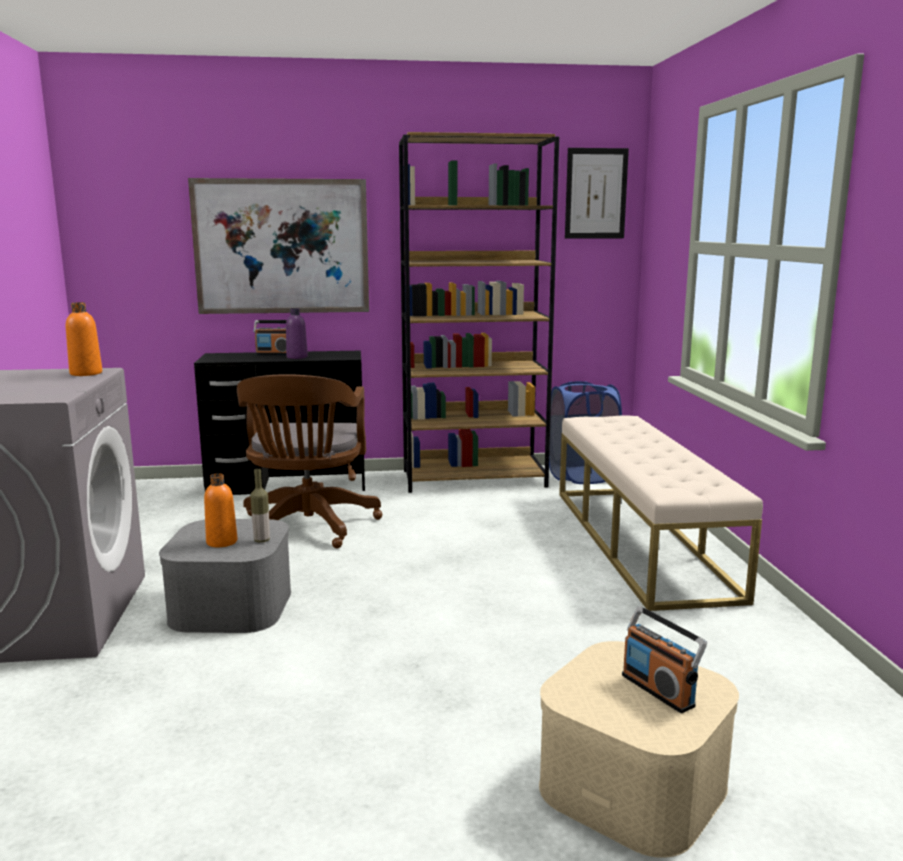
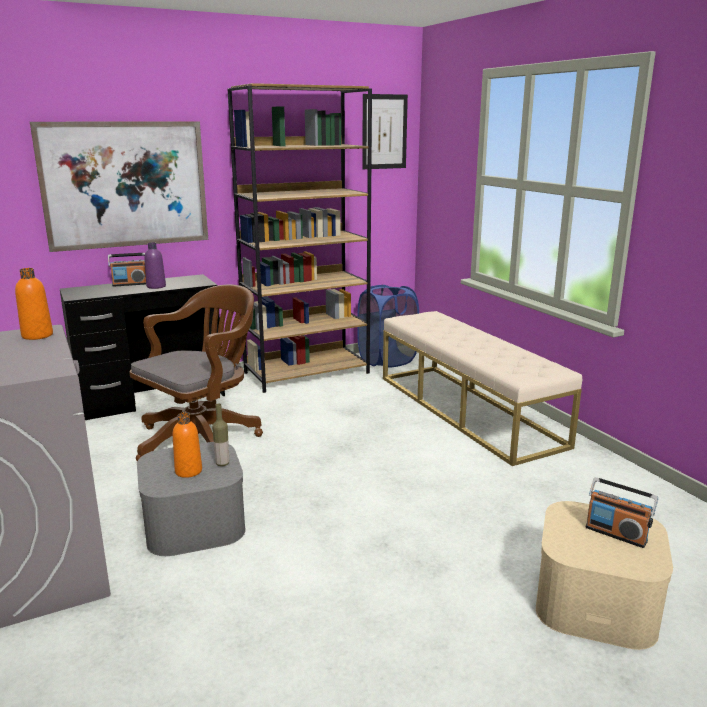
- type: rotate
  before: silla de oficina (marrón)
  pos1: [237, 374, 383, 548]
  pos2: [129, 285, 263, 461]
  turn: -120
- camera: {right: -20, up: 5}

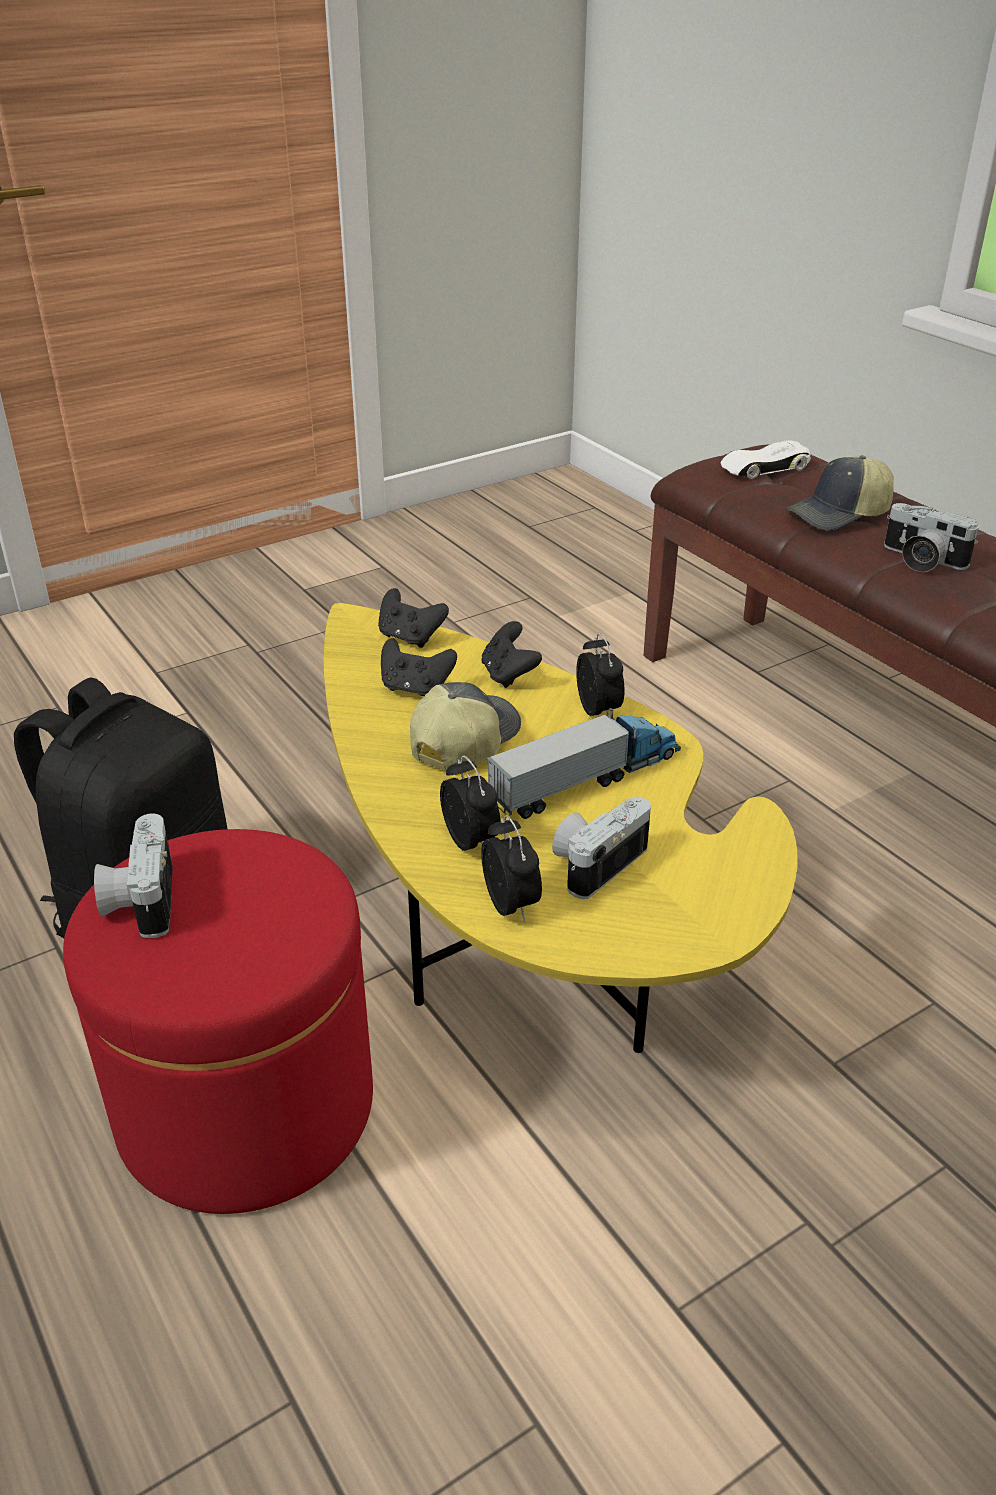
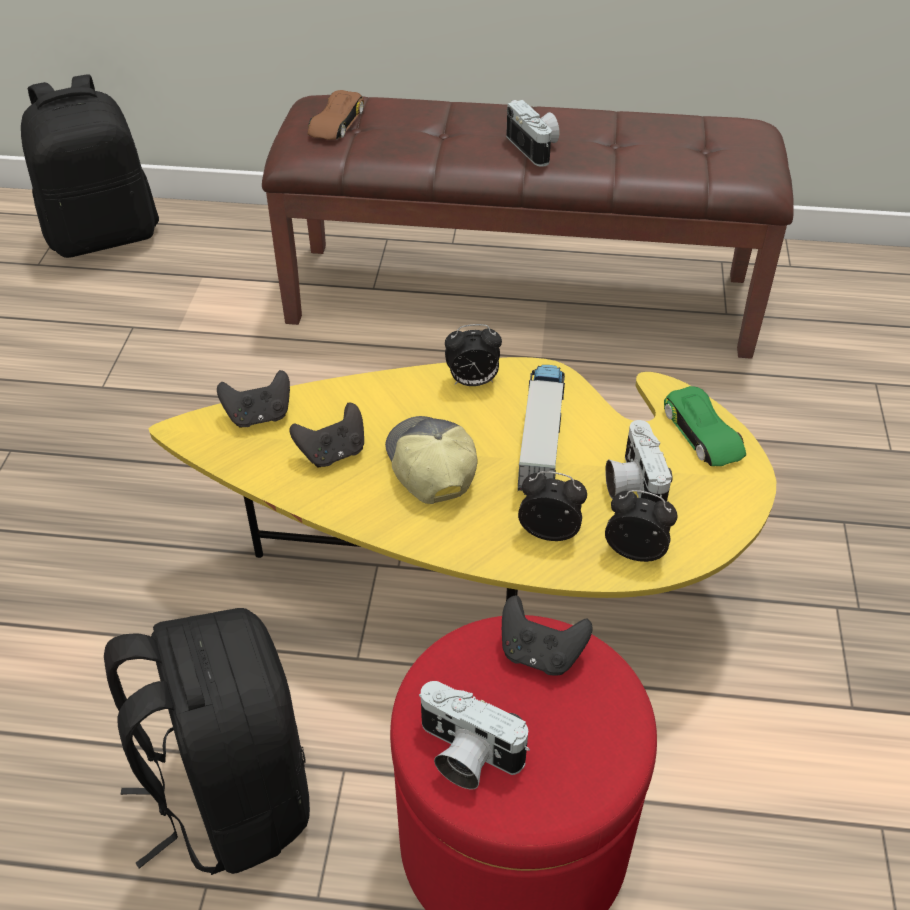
- type: move
  before: mando de consola (negro)
  pos1: [481, 621, 542, 688]
  pos2: [502, 595, 593, 675]
- type: rotate
  before: despertador
  pos1: [576, 633, 624, 717]
  pos2: [445, 324, 502, 386]
  turn: 150
- type: recolor
  before: coche de juguete (blanco)
  after: coche de juguete (marrón)
  pos1: [720, 440, 811, 479]
  pos2: [308, 90, 364, 140]
- type: delete
  before: gorra
  pos1: [785, 455, 894, 531]
- type: rotate
  before: cámara
  pos1: [884, 503, 979, 572]
  pos2: [506, 100, 559, 167]
  turn: -105
- type: insert
  after: mochila (negro)
  pos2: [21, 75, 159, 258]
- type: insert
  after: coche de juguete (verde)
  pos2: [664, 386, 746, 466]
- camera: {right: -50, up: 10}

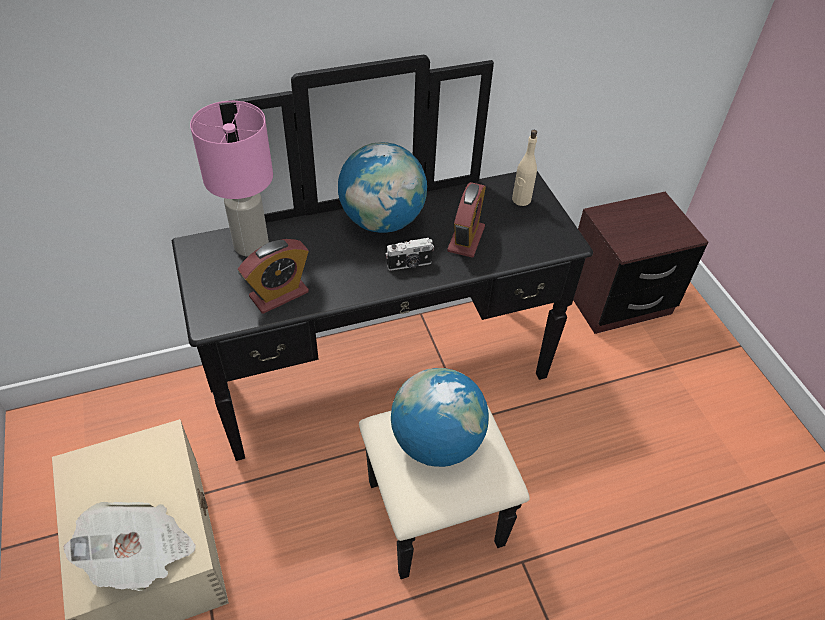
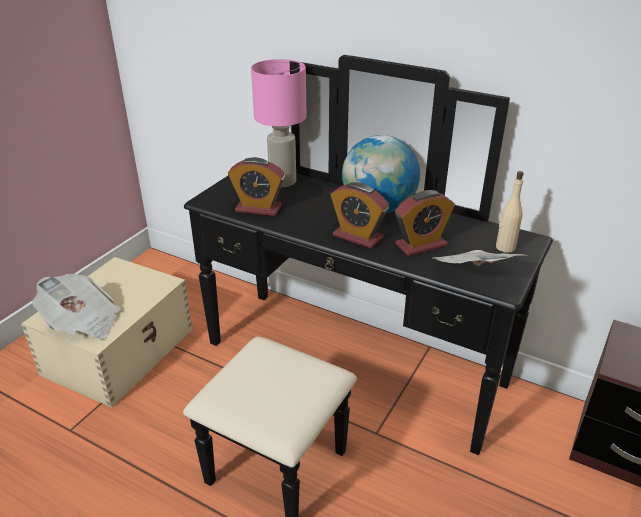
- type: replace
  before: cámara
  after: despertador
  pos1: [386, 238, 434, 271]
  pos2: [331, 182, 389, 248]
- type: delete
  before: globo terráqueo
  pos1: [391, 368, 489, 467]
- type: insert
  after: periódico
  pos2: [433, 250, 529, 266]
- camera: {right: 50, up: -15}

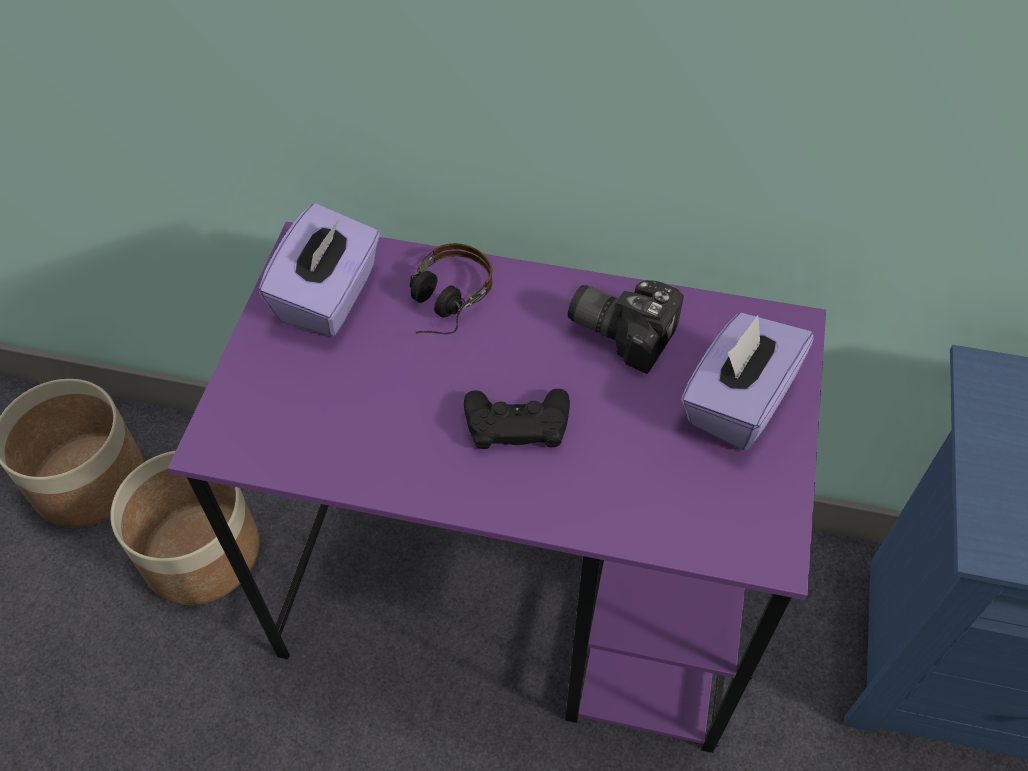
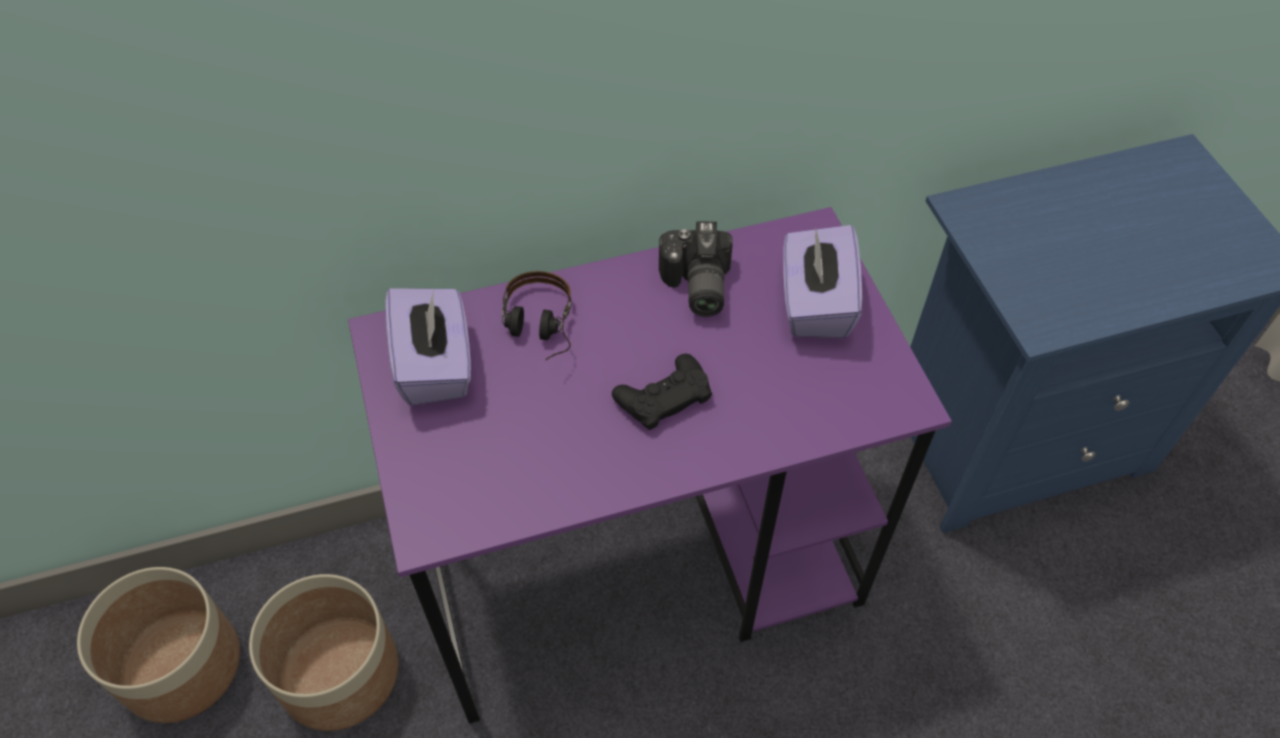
- type: rotate
  before: cámara
  pos1: [568, 280, 684, 374]
  pos2: [659, 221, 732, 317]
  turn: -90
- camera: {right: -30, up: 0}

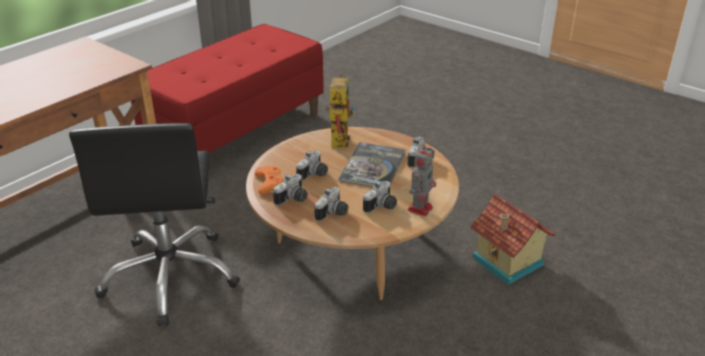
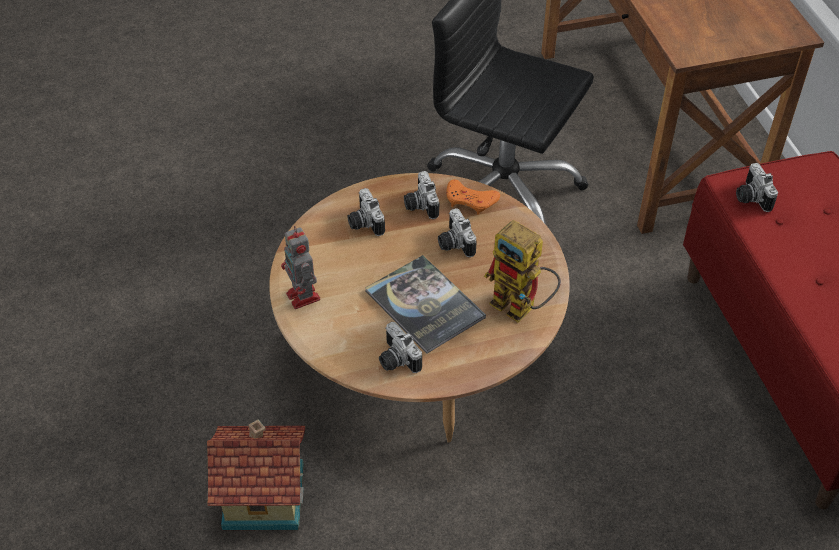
- type: move
  before: cámara
  pos1: [363, 181, 397, 213]
  pos2: [736, 163, 778, 212]
- camera: {right: 125, up: 15}

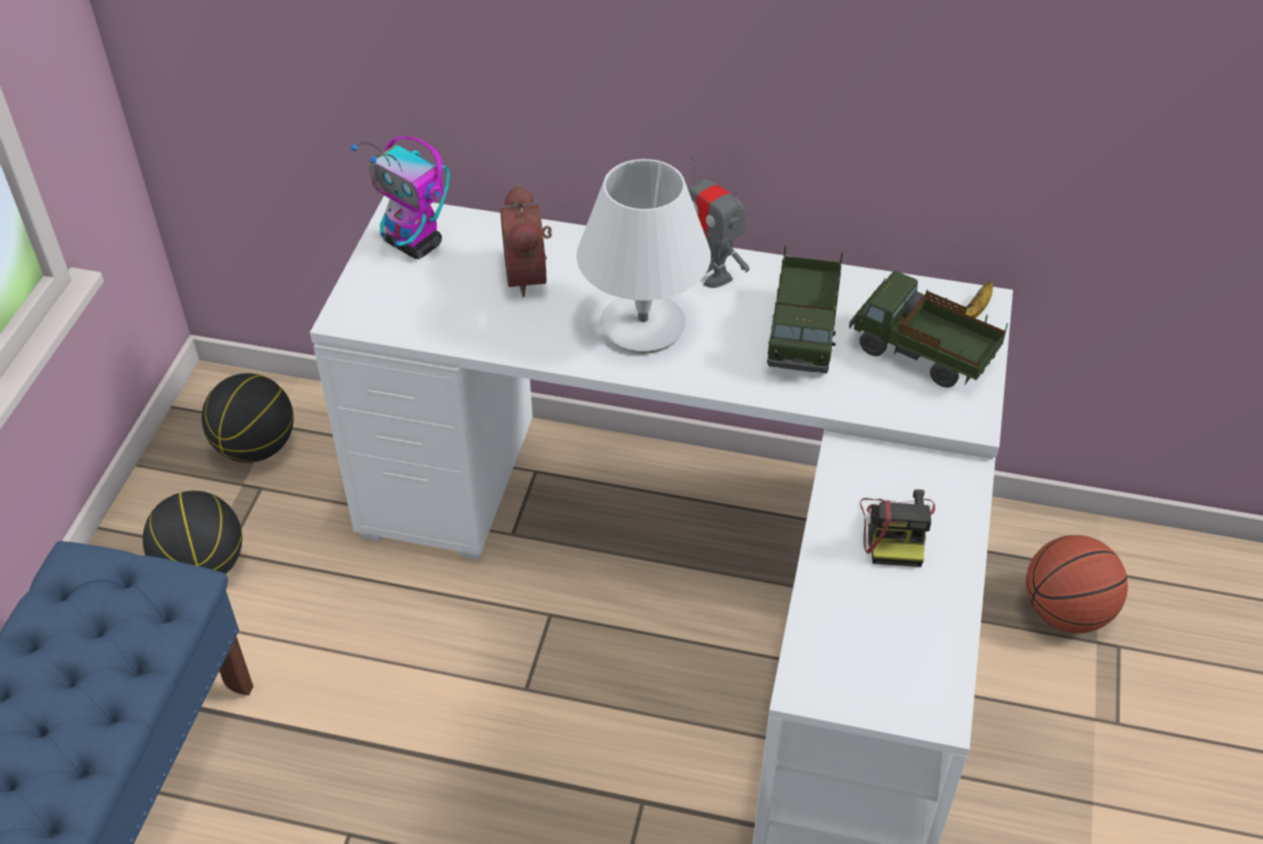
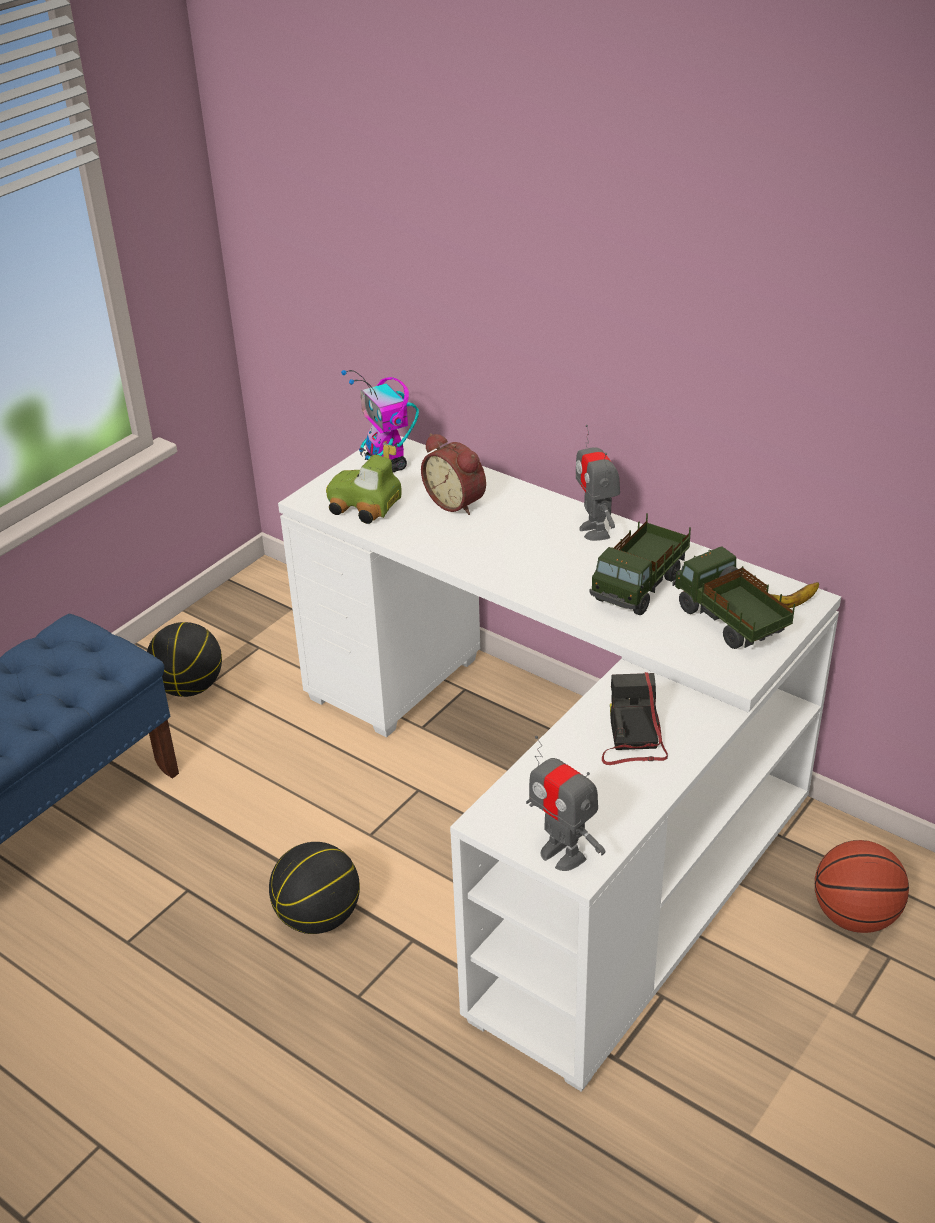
- type: move
  before: balón de baloncesto
  pos1: [202, 373, 294, 463]
  pos2: [269, 842, 360, 934]
- type: rotate
  before: despertador
  pos1: [500, 184, 552, 297]
  pos2: [421, 433, 486, 515]
  turn: -60
- type: delete
  before: lámpara de mesa (blanco)
  pos1: [576, 159, 711, 354]
- type: rotate
  before: cámara
  pos1: [860, 489, 935, 567]
  pos2: [602, 672, 668, 765]
  turn: 150
- type: insert
  after: coche de juguete
  pos2: [326, 444, 402, 524]
- type: insert
  after: robot de juguete
  pos2: [526, 736, 605, 871]
- camera: {right: 25, up: -10}

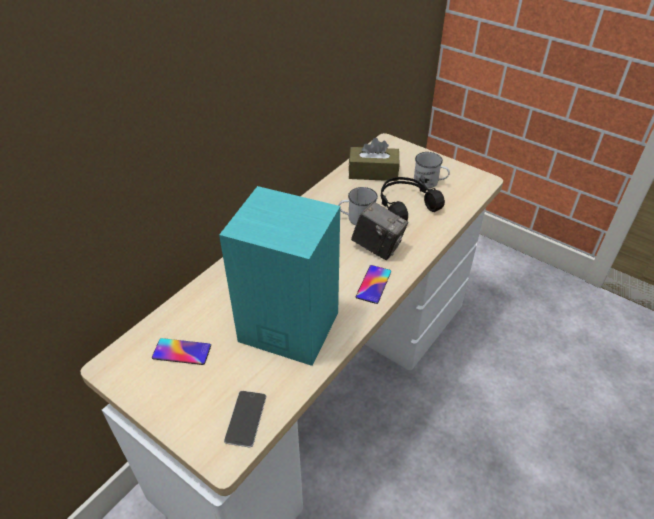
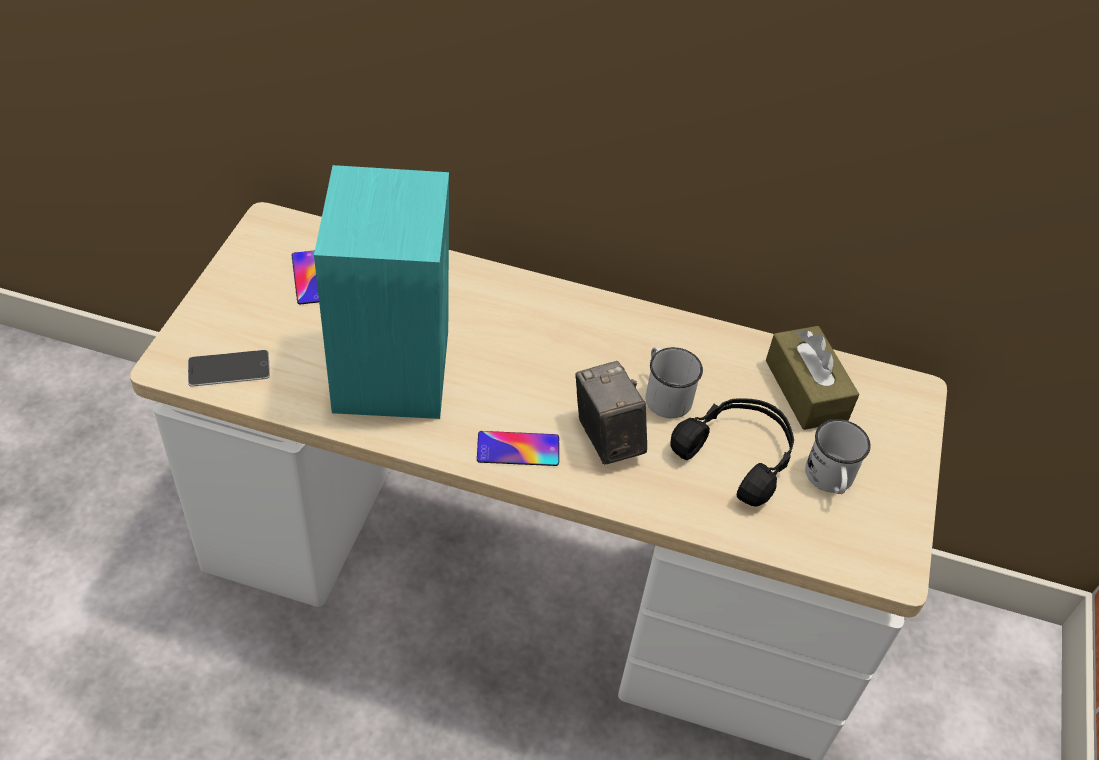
- type: rotate
  before: cámara
  pos1: [351, 201, 408, 260]
  pos2: [575, 361, 647, 465]
  turn: 150
- camera: {right: 65, up: 5}

